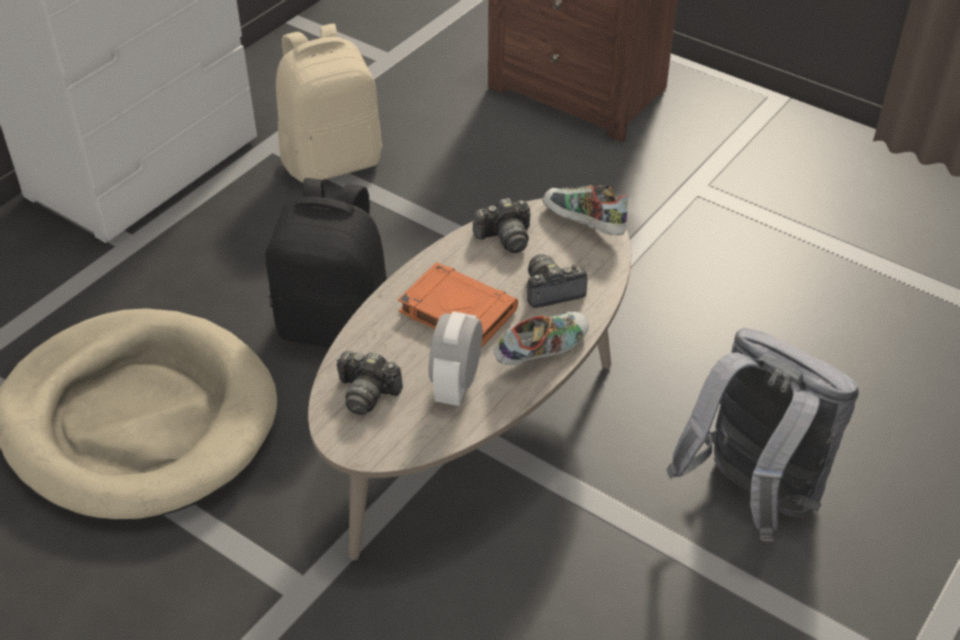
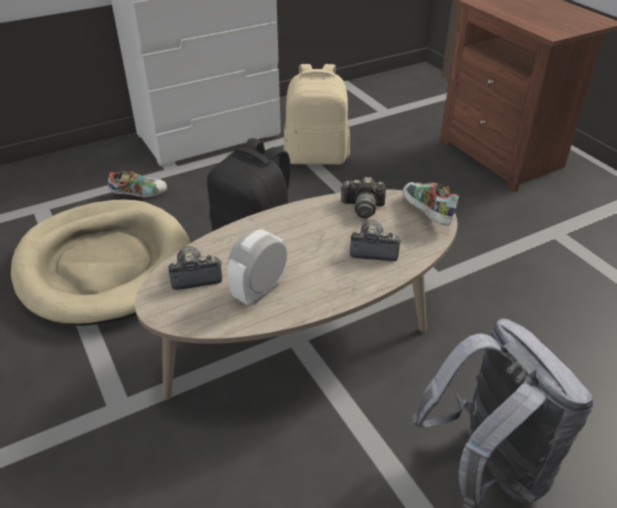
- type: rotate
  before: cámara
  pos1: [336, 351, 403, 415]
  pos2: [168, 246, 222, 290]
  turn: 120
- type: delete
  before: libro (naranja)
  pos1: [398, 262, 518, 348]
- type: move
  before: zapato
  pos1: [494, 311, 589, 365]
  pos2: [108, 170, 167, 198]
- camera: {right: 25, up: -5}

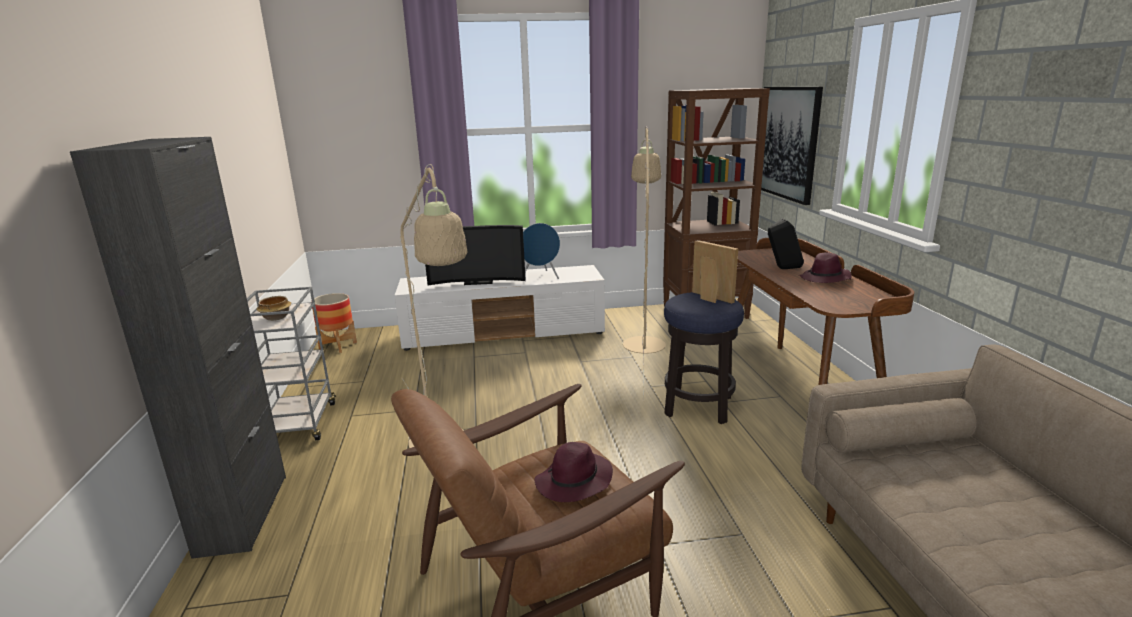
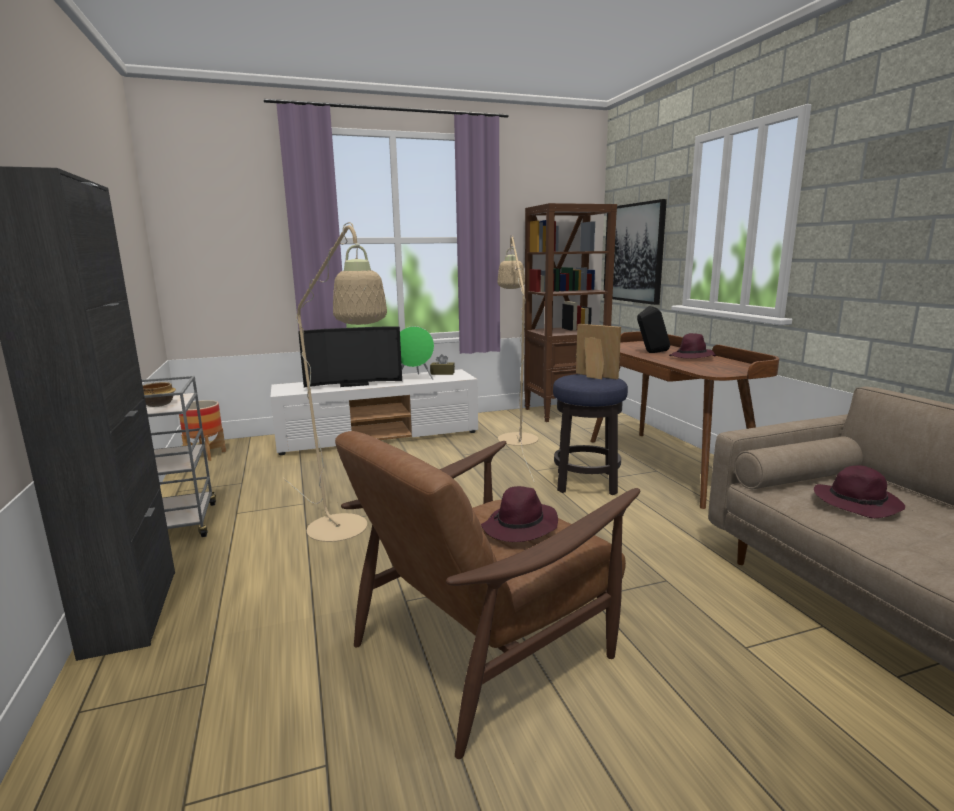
- type: recolor
  before: altavoz (azul)
  after: altavoz (verde)
  pos1: [523, 223, 560, 279]
  pos2: [400, 326, 434, 380]
- type: insert
  after: caja de pañuelos (marrón)
  pos2: [430, 354, 455, 375]
- type: insert
  after: sombrero (morado)
  pos2: [814, 465, 905, 518]
- camera: {right: -10, up: -5}

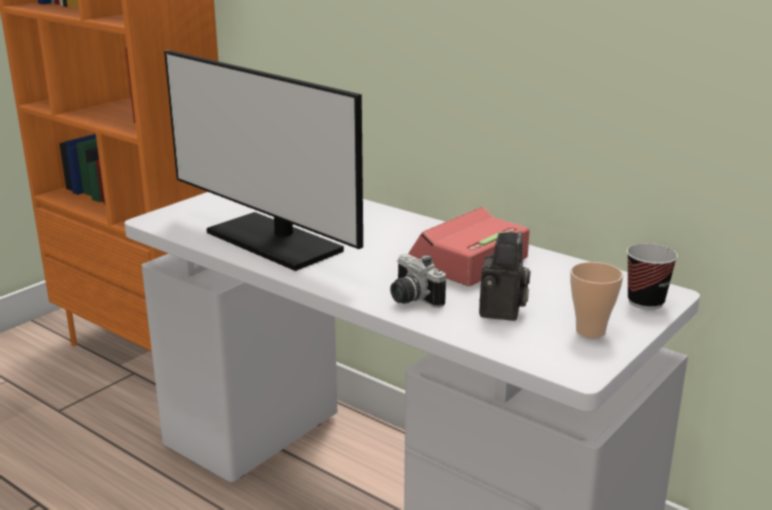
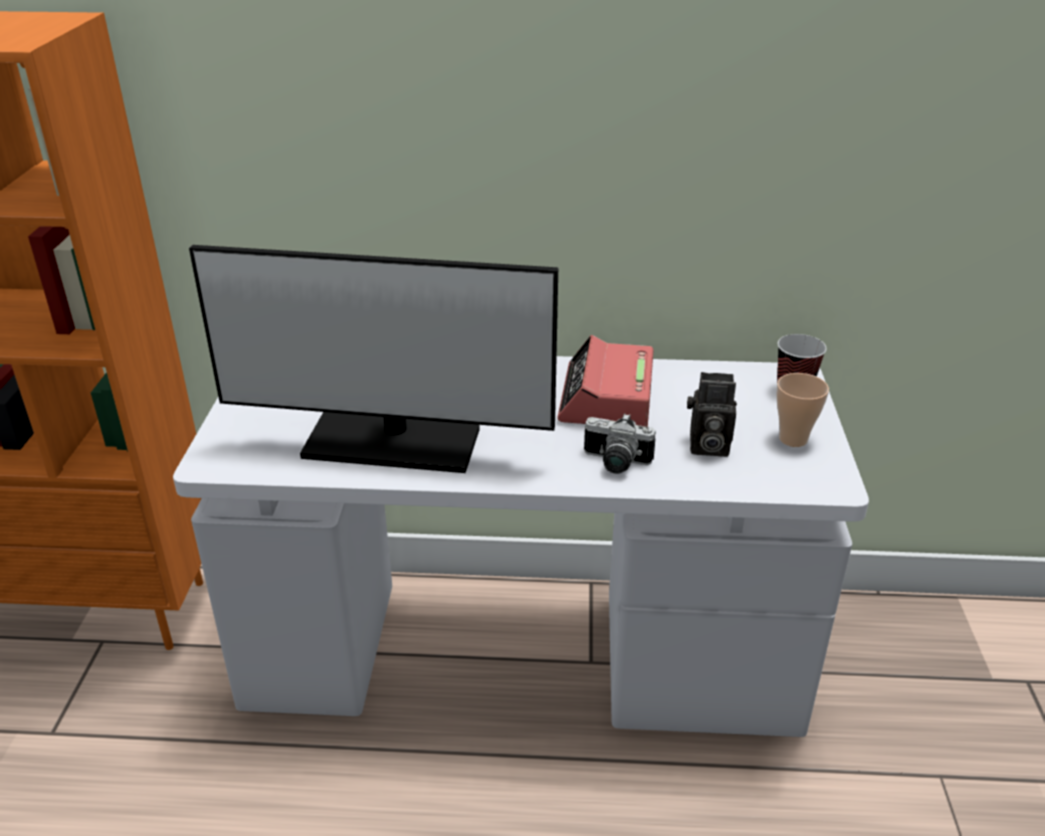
- type: rotate
  before: cámara
  pos1: [479, 231, 530, 321]
  pos2: [687, 372, 737, 457]
  turn: 120
- camera: {right: -35, up: 10}

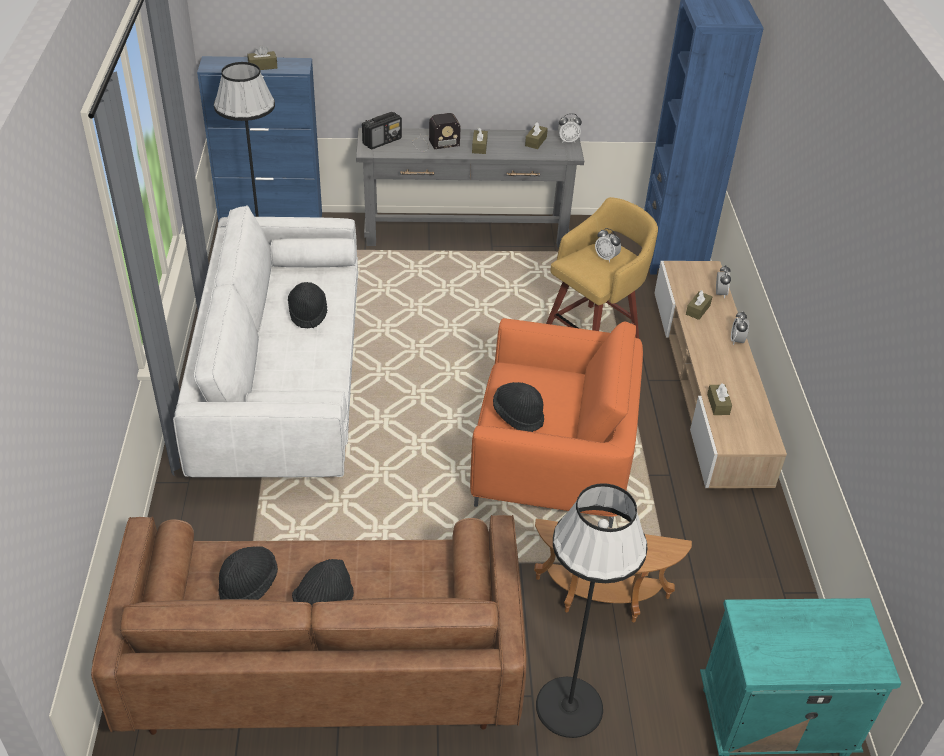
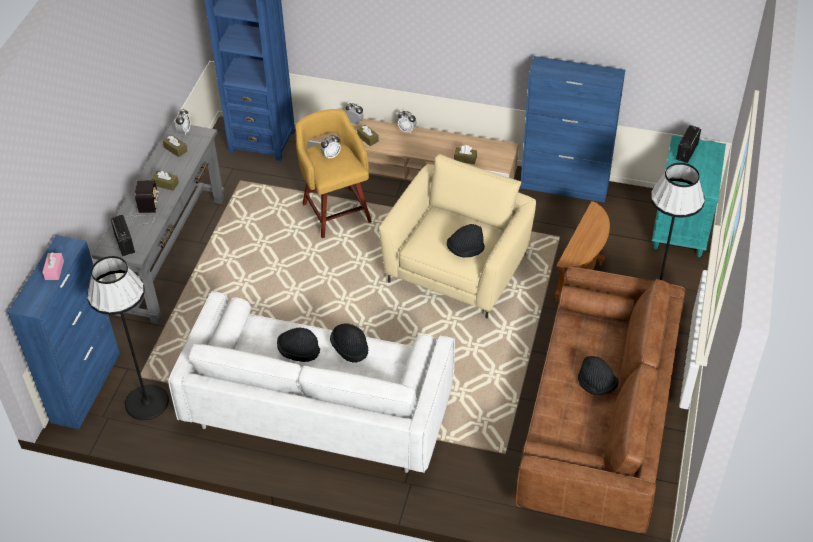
- type: move
  before: sombrero (negro)
  pos1: [219, 546, 278, 600]
  pos2: [330, 323, 369, 363]
- type: recolor
  before: caja de pañuelos (marrón)
  after: caja de pañuelos (rosa)
  pos1: [247, 45, 277, 70]
  pos2: [42, 252, 64, 280]
- type: recolor
  before: sillón (naranja)
  after: sillón (beis)
  pos1: [470, 318, 643, 528]
  pos2: [379, 154, 536, 319]
- type: insert
  after: armario (azul)
  pos2: [520, 56, 625, 203]
- type: insert
  after: radio
  pos2: [676, 125, 701, 163]
- camera: {right: -70, up: 5}

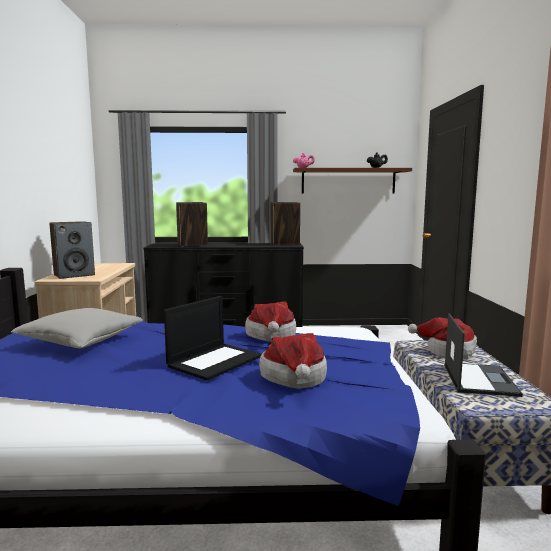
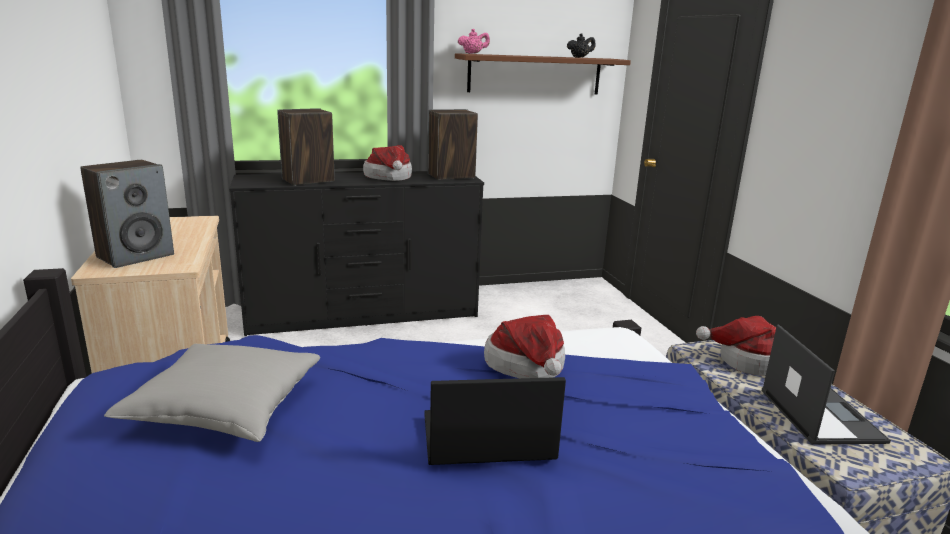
- type: rotate
  before: portátil
  pos1: [164, 296, 262, 381]
  pos2: [424, 377, 566, 465]
  turn: -120
- type: move
  before: sombrero
  pos1: [259, 333, 327, 389]
  pos2: [363, 145, 412, 181]
- camera: {right: -15, up: 10}

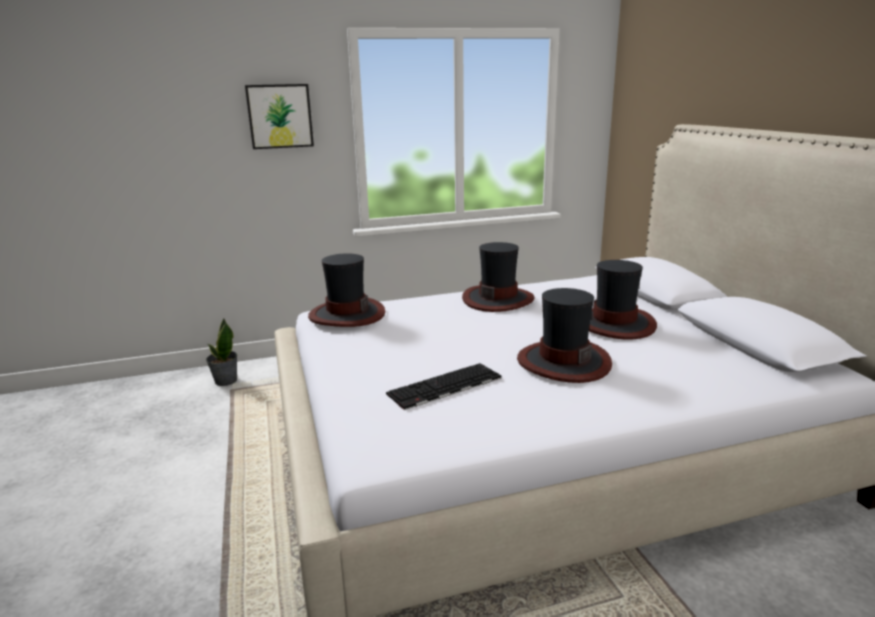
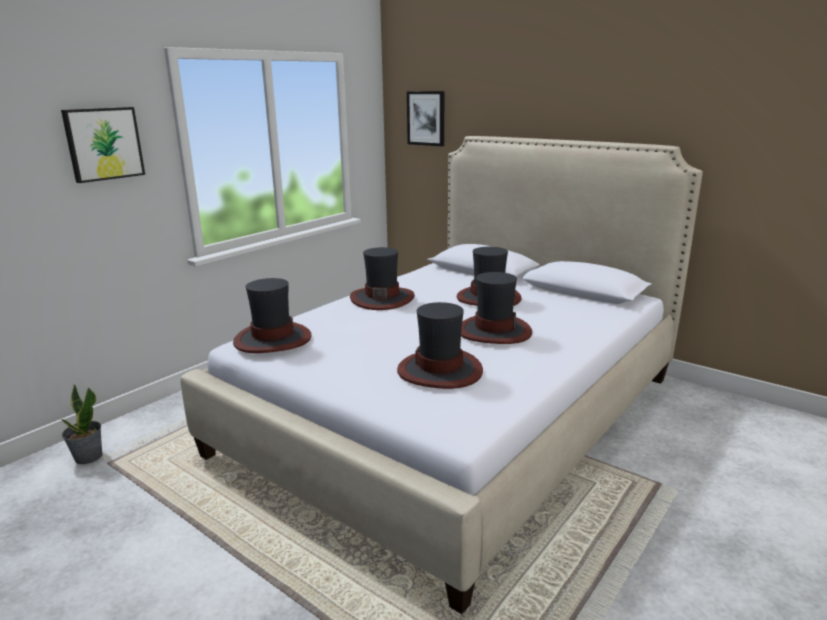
- type: replace
  before: teclado
  after: sombrero
  pos1: [386, 363, 501, 410]
  pos2: [397, 302, 483, 389]
- type: insert
  after: cuadro
  pos2: [407, 91, 444, 146]
- camera: {right: -35, up: 0}

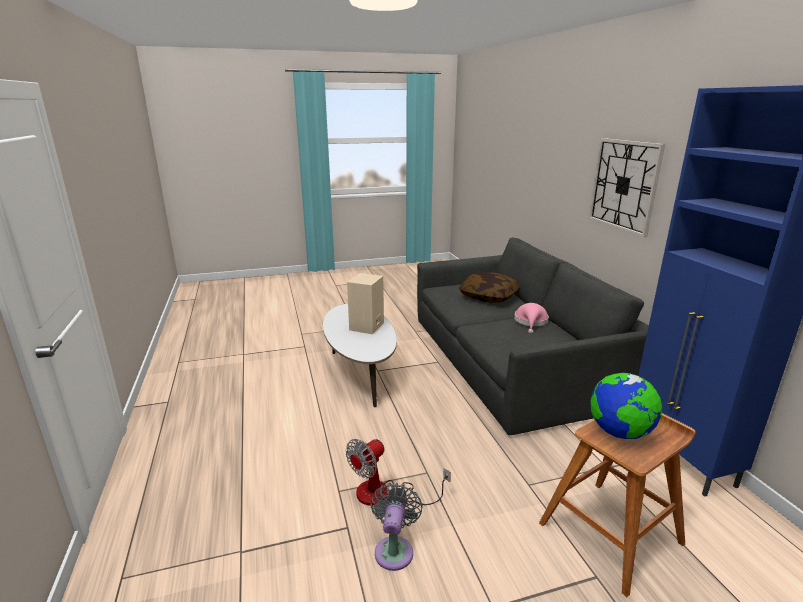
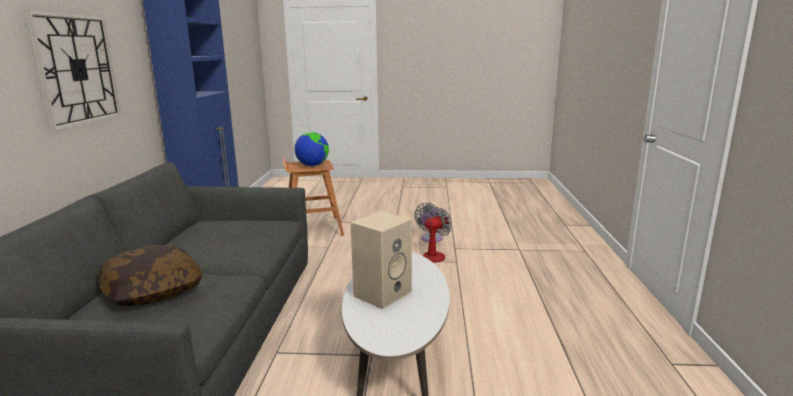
- type: delete
  before: sombrero (rosa)
  pos1: [514, 303, 549, 334]
- camera: {right: -160, up: -5}

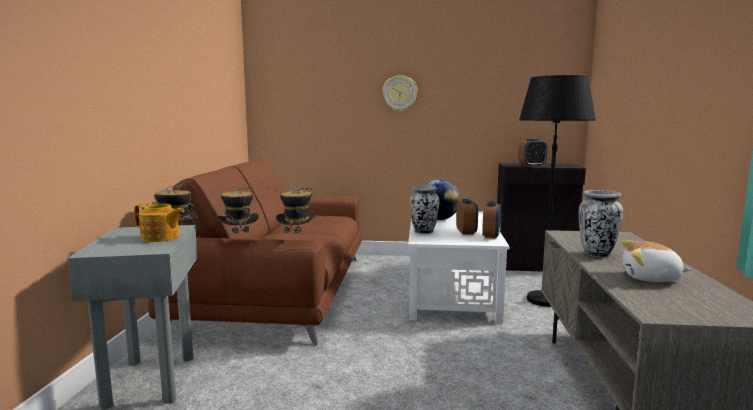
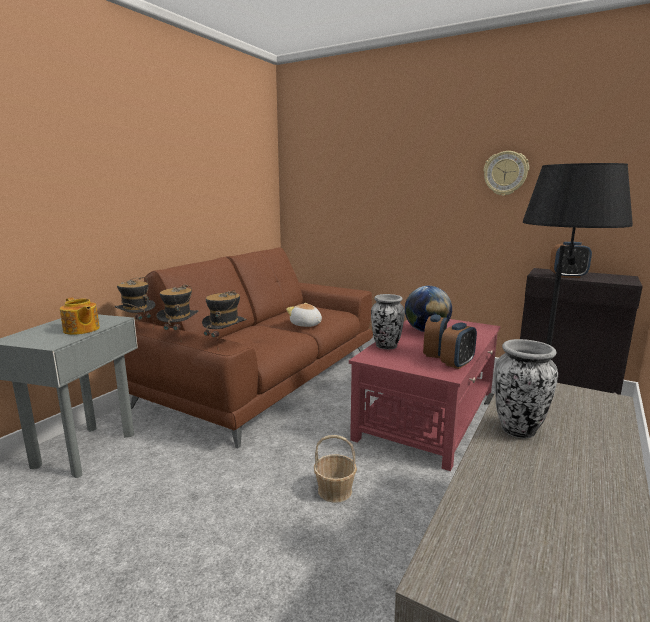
- type: move
  before: reloj de pared
  pos1: [383, 75, 418, 111]
  pos2: [483, 151, 529, 196]
- type: recolor
  before: mesa de centro (blanco)
  after: mesa de centro (rojo)
  pos1: [408, 211, 510, 324]
  pos2: [349, 319, 500, 471]
- type: move
  before: peluche
  pos1: [621, 240, 691, 282]
  pos2: [286, 303, 322, 327]
- type: insert
  after: cesta
  pos2: [314, 435, 357, 503]
- camera: {right: 25, up: 5}

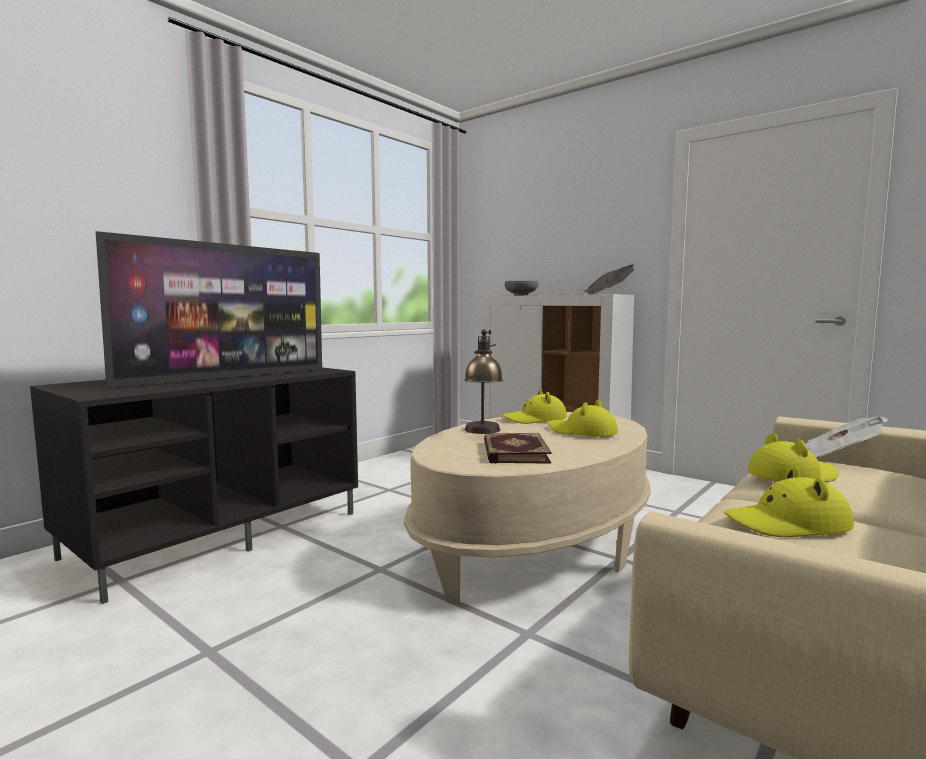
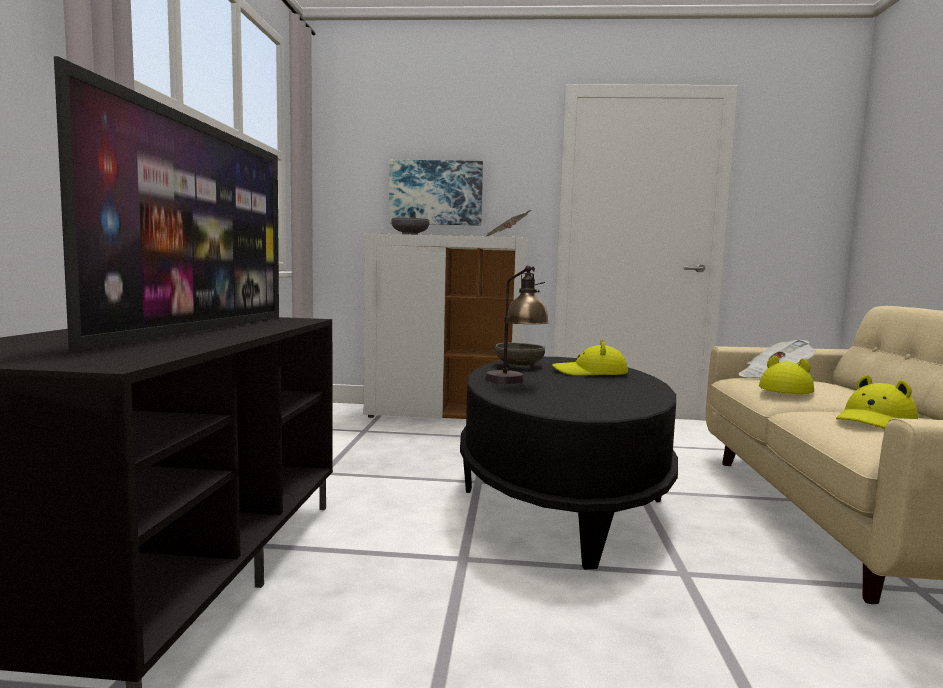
- type: recolor
  before: mesa de centro (beis)
  after: mesa de centro (negro)
  pos1: [404, 412, 651, 605]
  pos2: [460, 357, 678, 570]
- type: delete
  before: libro
  pos1: [484, 433, 552, 464]
- type: replace
  before: sombrero (amarillo)
  after: cuenco (gris)
  pos1: [502, 389, 567, 424]
  pos2: [495, 342, 545, 368]
- type: insert
  after: cuadro
  pos2: [389, 160, 483, 226]
- camera: {right: -35, up: 0}

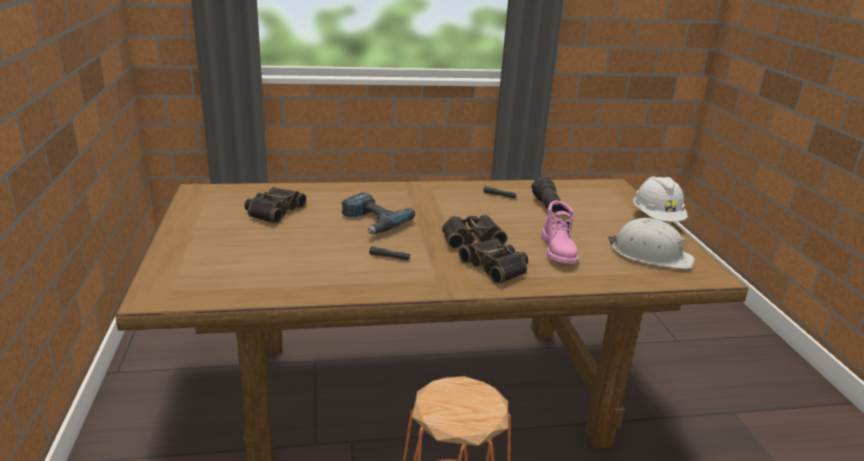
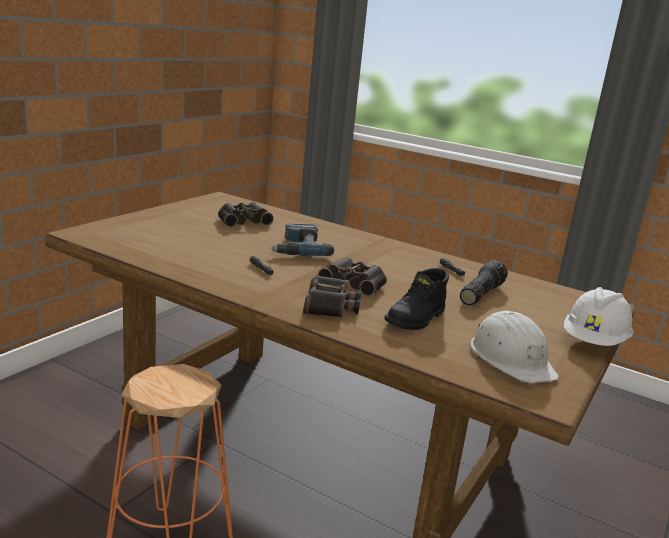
- type: recolor
  before: bota (rosa)
  after: bota (negro)
  pos1: [541, 201, 578, 264]
  pos2: [384, 268, 449, 330]
- camera: {right: 40, up: -5}

